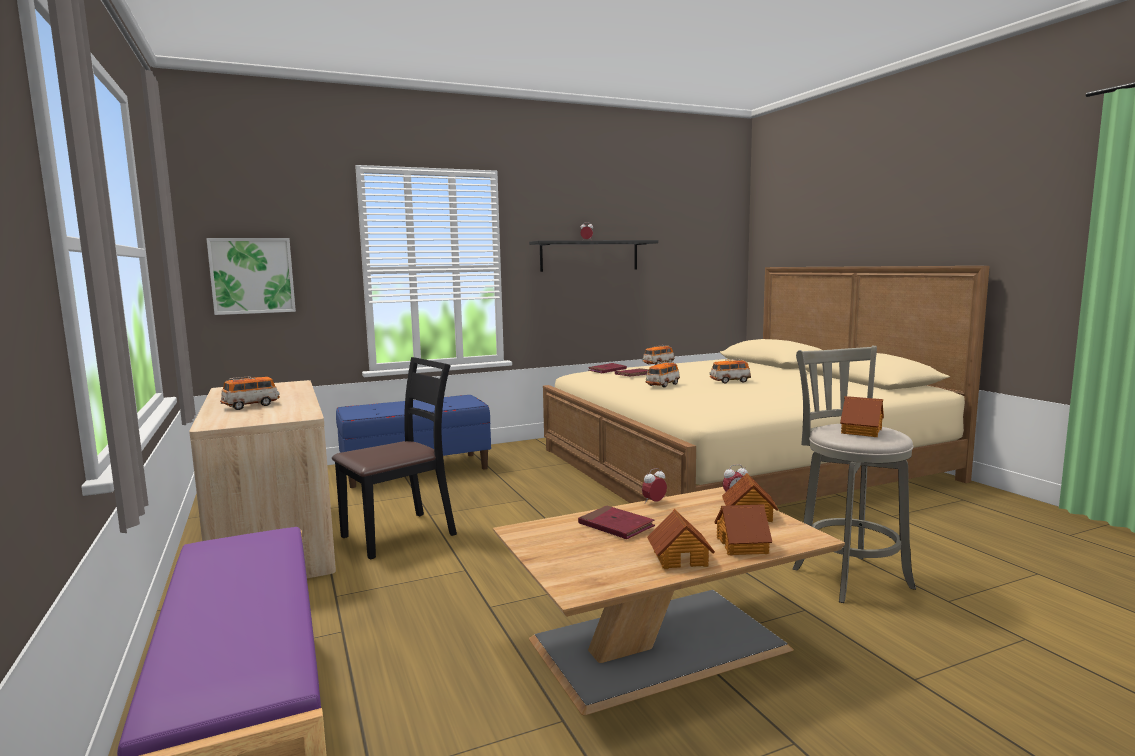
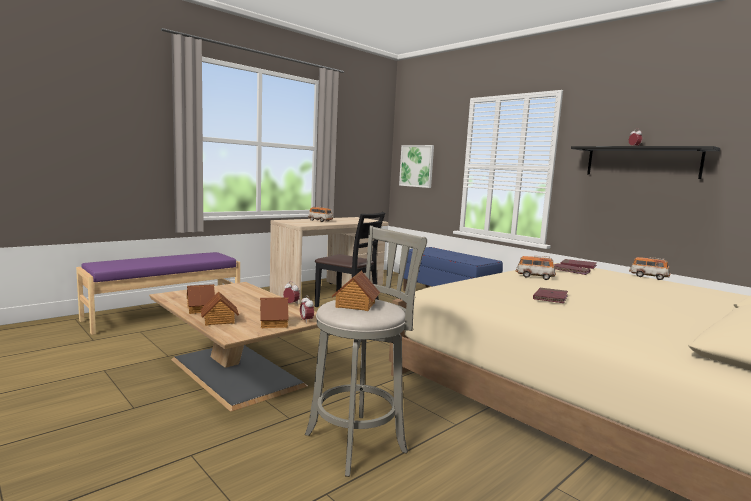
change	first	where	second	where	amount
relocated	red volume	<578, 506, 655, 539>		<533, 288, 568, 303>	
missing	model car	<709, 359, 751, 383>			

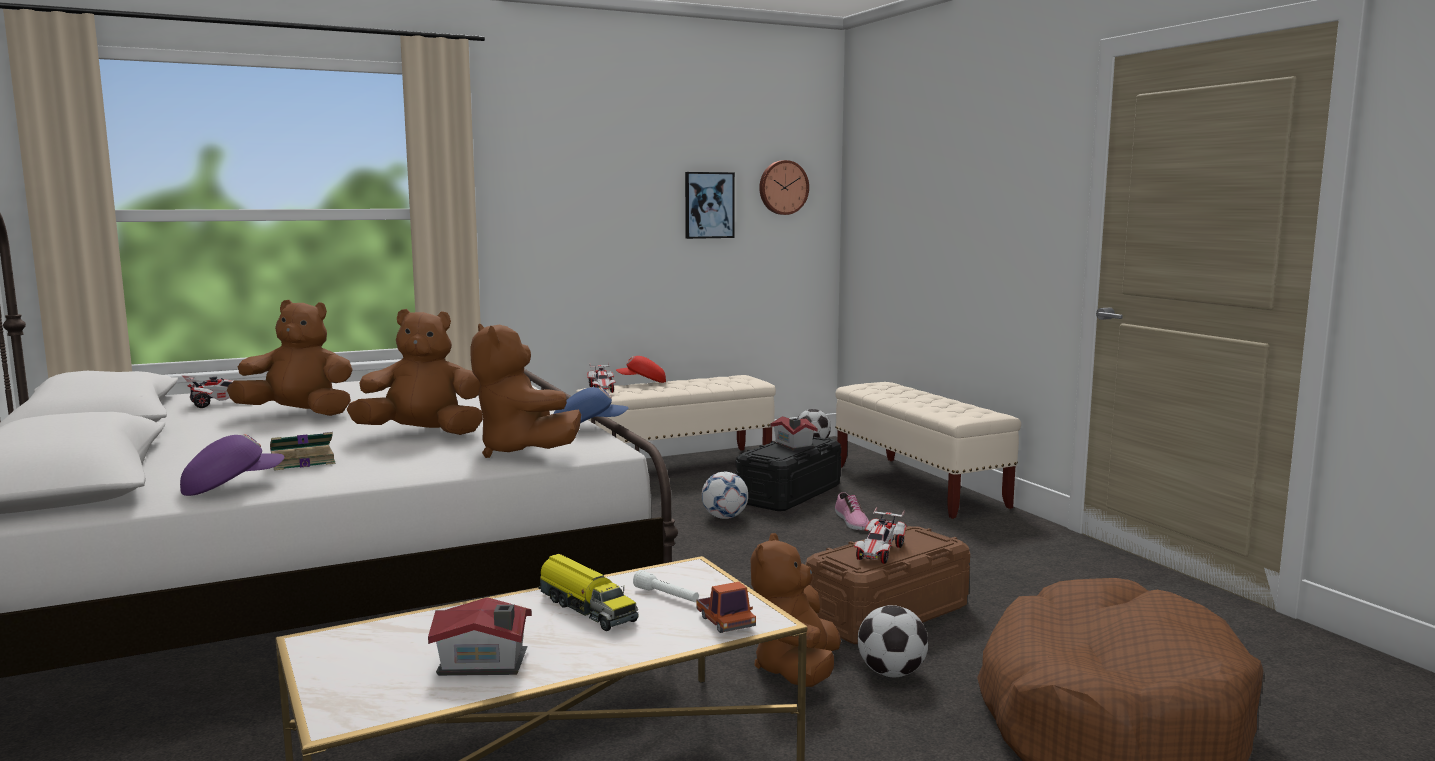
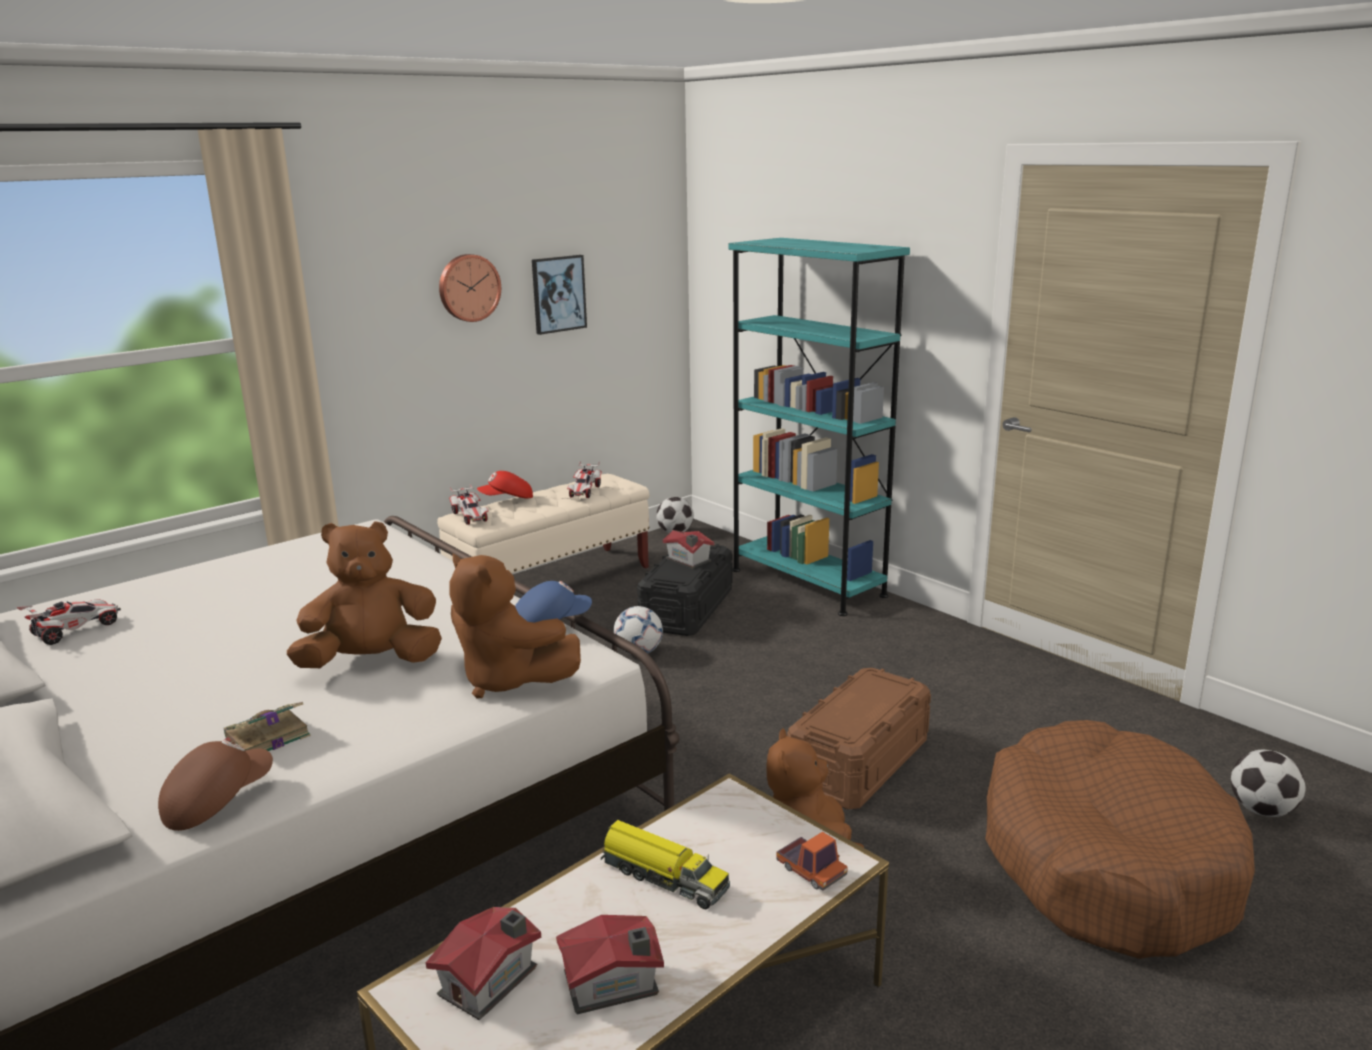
change	first	where	second	where	amount
colour	purple-coloured cap	<180, 434, 284, 496>	brownish cap	<158, 739, 273, 831>	
appeared			toy house	<426, 907, 541, 1021>	
relocated	wall clock	<759, 160, 809, 215>		<439, 254, 501, 322>	
relocated	model car	<854, 507, 907, 564>		<567, 461, 602, 498>	
exchanged	sand-coloured long seat	<835, 382, 1021, 519>	blue-green bookcase	<729, 238, 910, 616>	
relocated	football	<858, 605, 928, 677>		<1231, 750, 1306, 817>	
missing	brownish soft toy	<227, 300, 353, 416>			
missing	whitish torch	<633, 570, 699, 602>			
missing	item of footwear	<835, 492, 869, 530>			

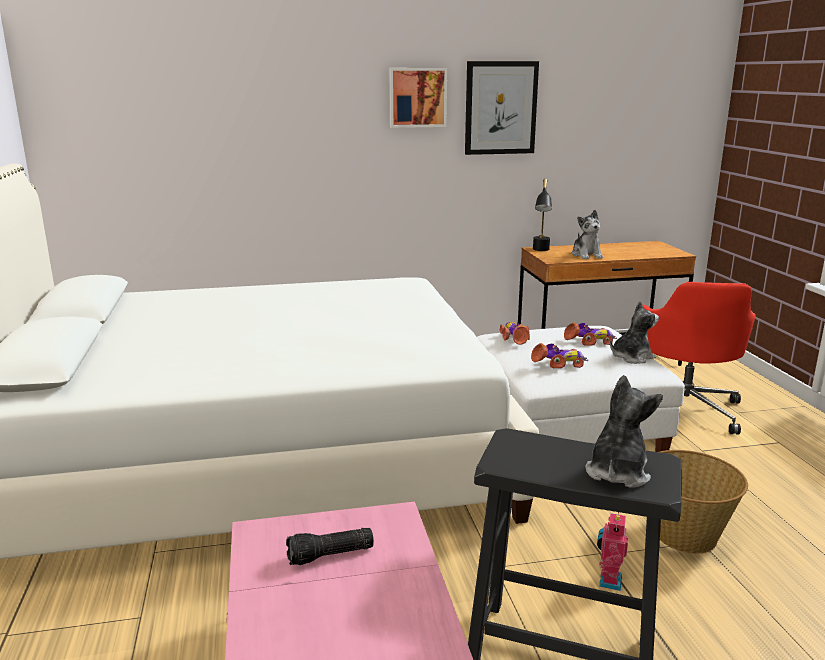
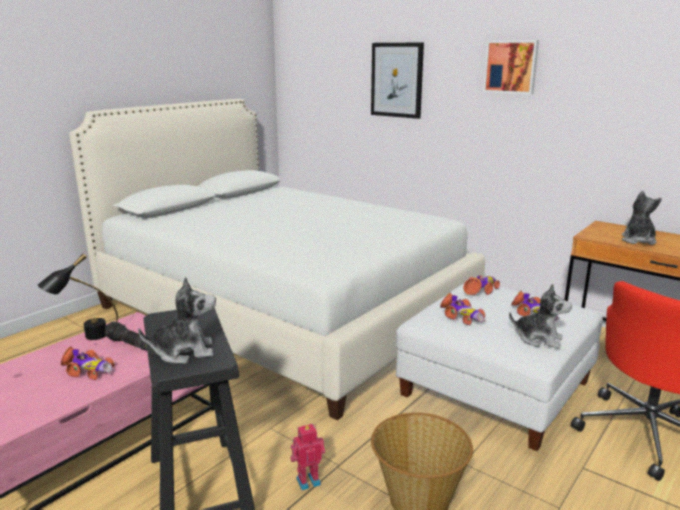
change	first	where	second	where	amount
relocated	blackish tabletop lamp	<533, 179, 552, 251>		<37, 254, 118, 340>	
appeared			model car	<61, 347, 115, 380>	
relocated	wall picture	<465, 61, 539, 155>		<371, 42, 424, 119>	
spun	soft toy	<572, 210, 603, 259>		<622, 190, 662, 245>	150 degrees clockwise

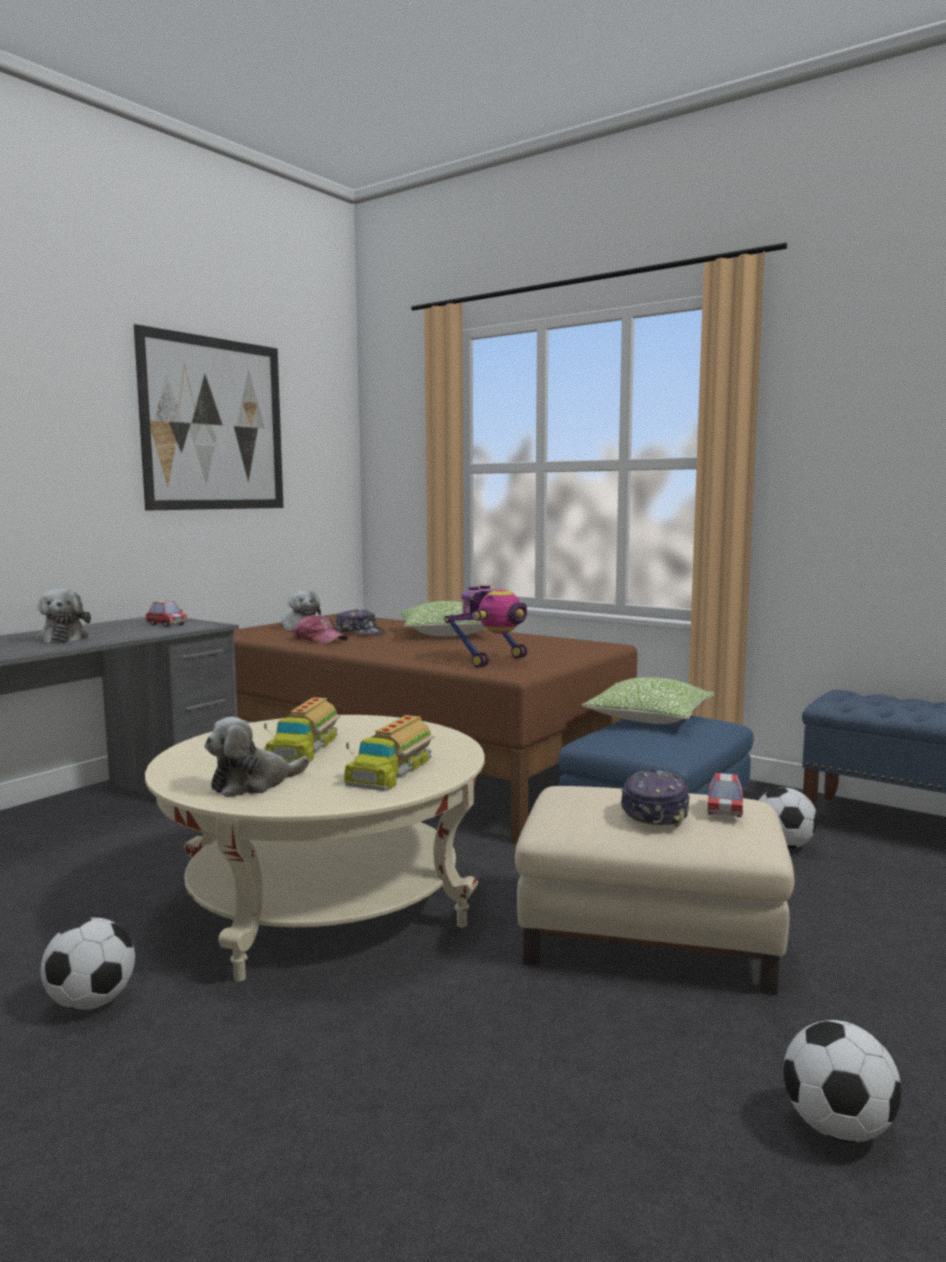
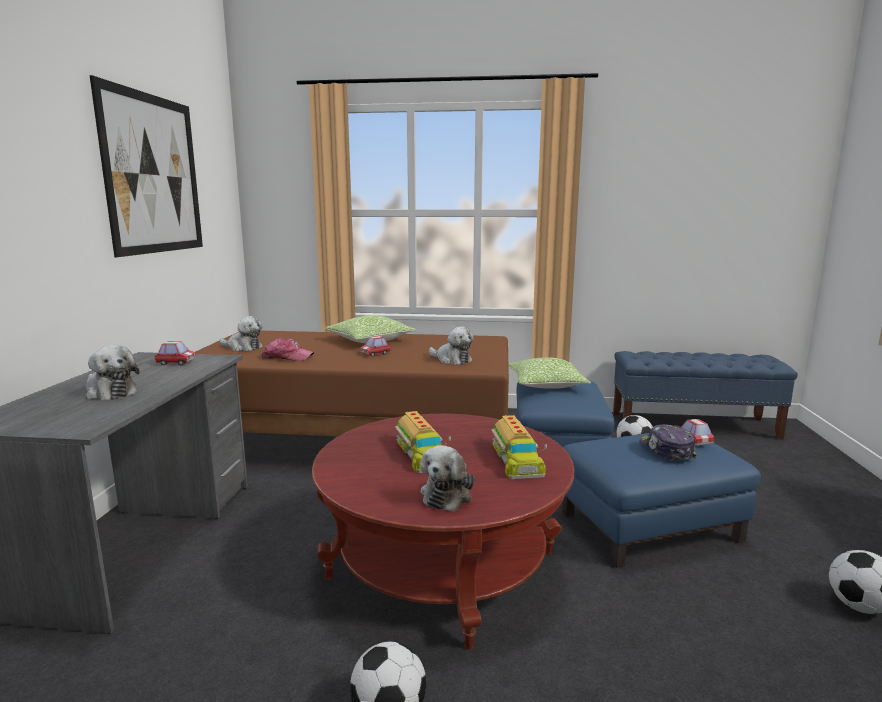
change	first	where	second	where	amount
colour	sand-coloured low table	<145, 715, 485, 982>	red low table	<312, 414, 575, 650>	
appeared			model car	<360, 336, 391, 357>	
exchanged	robot figure	<444, 585, 527, 668>	soft toy	<429, 326, 474, 365>	
colour	sand-coloured footrest	<515, 786, 794, 995>	bluish footrest	<562, 433, 761, 568>	
missing	cap	<335, 609, 386, 635>			

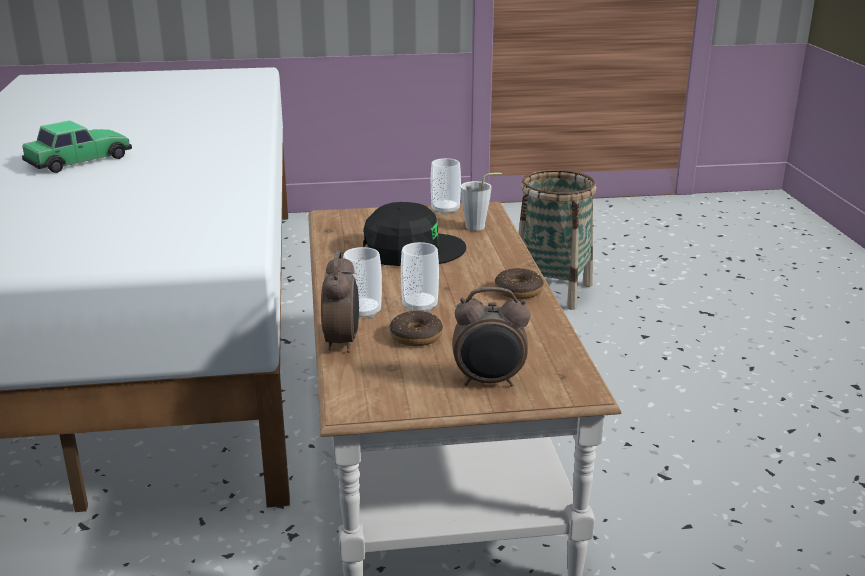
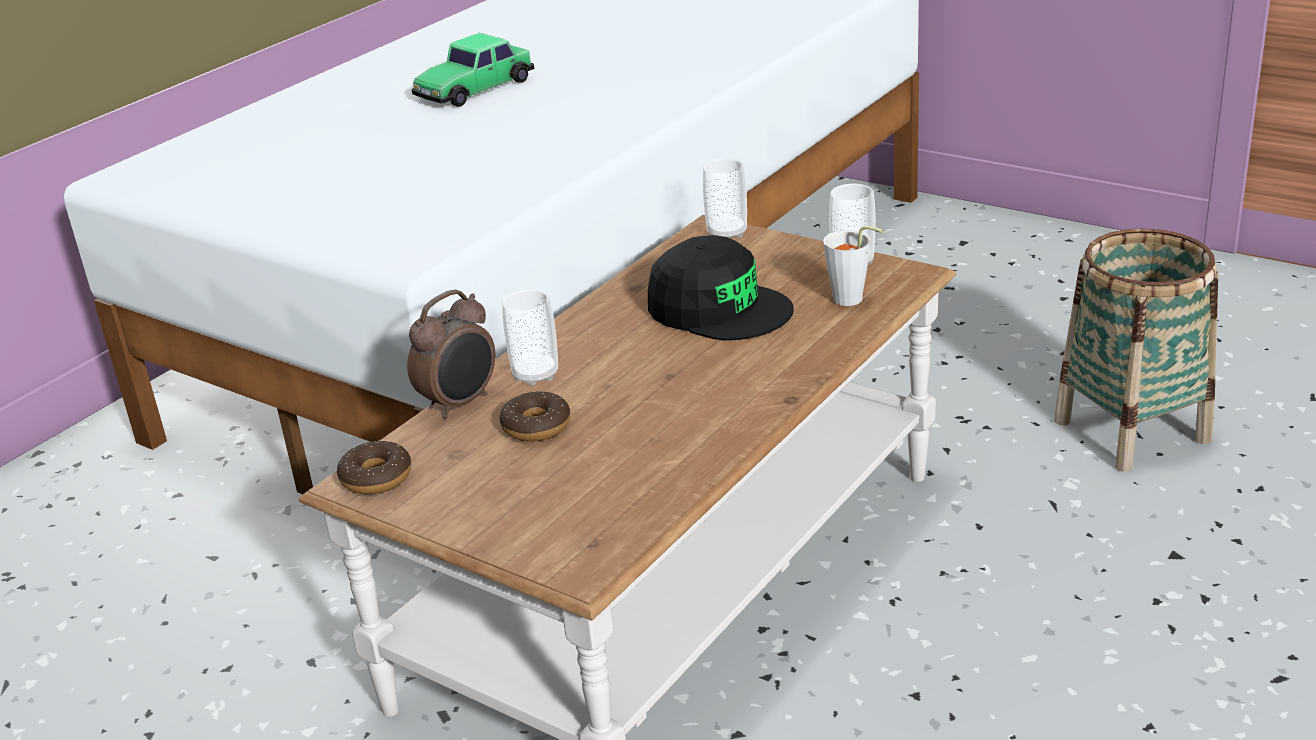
change	first	where	second	where	amount
relocated	donut	<495, 268, 544, 299>		<337, 440, 411, 494>	
spun	model car	<22, 121, 132, 173>		<411, 33, 534, 107>	135 degrees clockwise
relocated	drinking cup	<401, 242, 439, 313>		<703, 158, 747, 238>	
missing	bedside clock	<452, 287, 531, 387>			

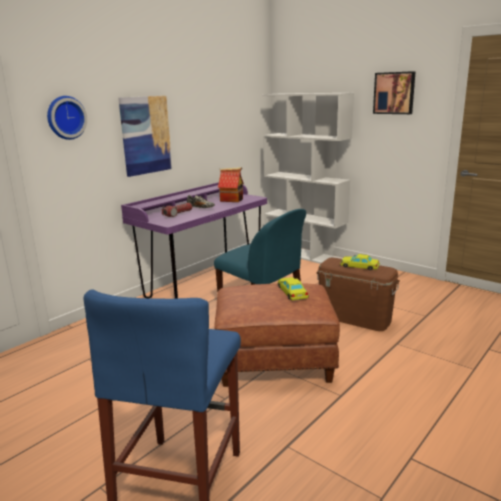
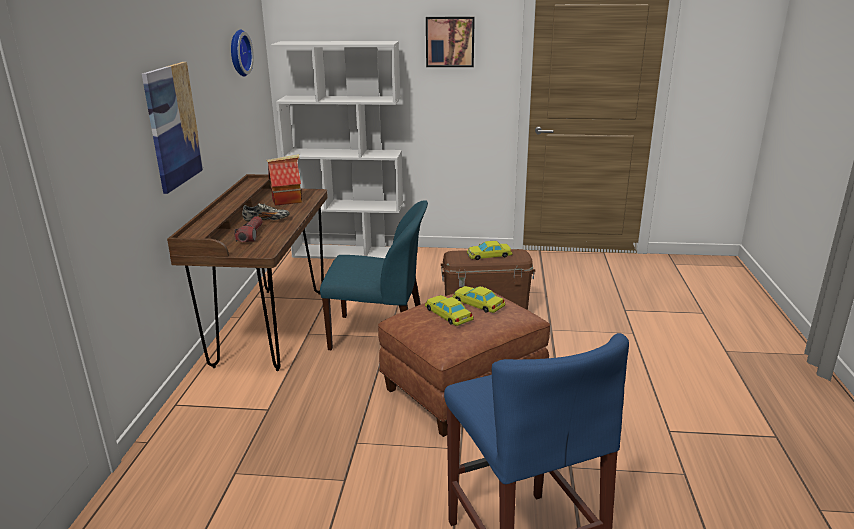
change	first	where	second	where	amount
colour	purple-coloured desk unit	<121, 182, 267, 299>	brownish desk unit	<167, 174, 328, 371>	
relocated	wall clock	<47, 96, 87, 140>		<231, 30, 254, 77>	
appeared			yellowish model car	<425, 295, 474, 326>	

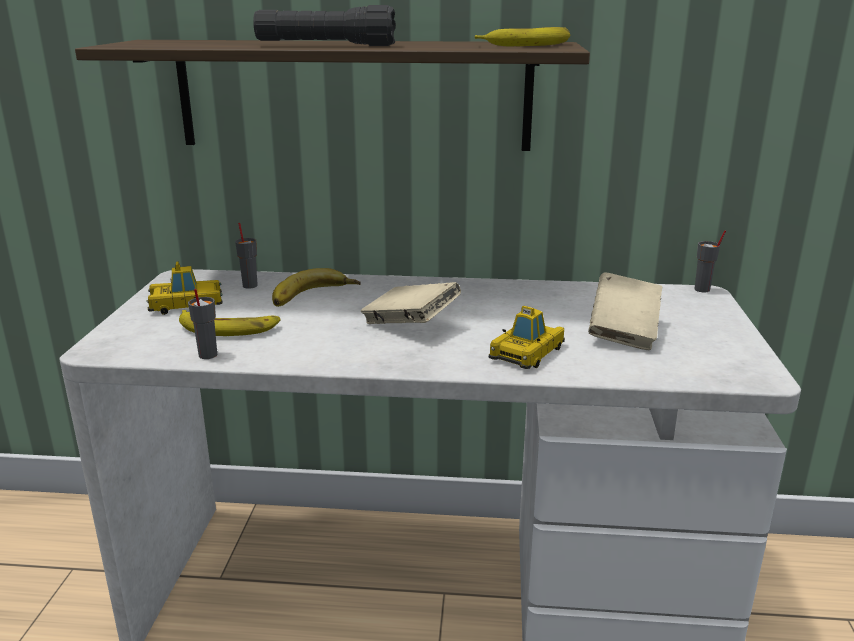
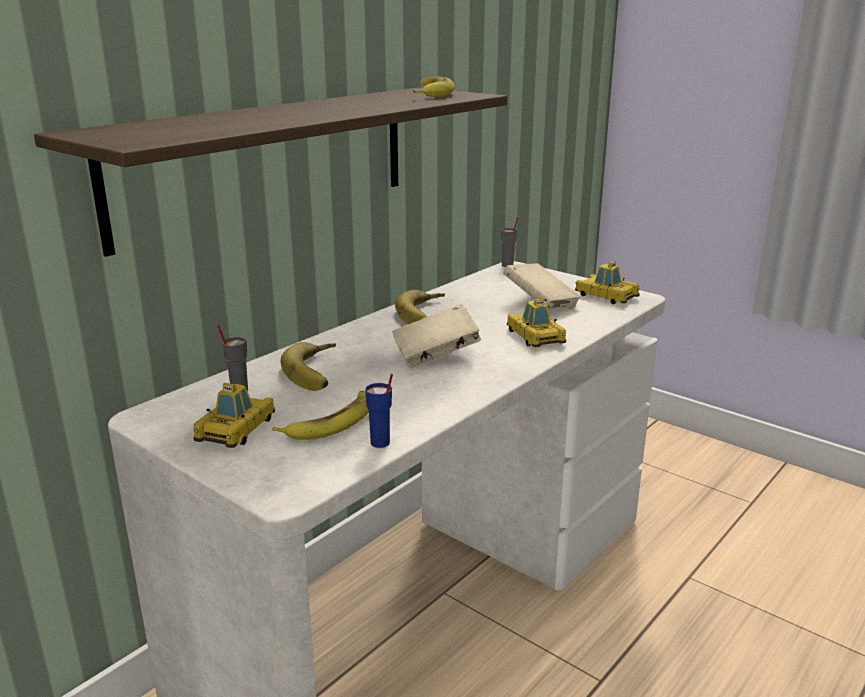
change	first	where	second	where	amount
colour	greyish drinking cup	<188, 289, 217, 359>	bluish drinking cup	<365, 374, 393, 448>	
appeared			banana	<395, 290, 445, 324>	
appeared			model car	<575, 261, 640, 304>	
missing	blackish torch	<253, 5, 396, 46>			

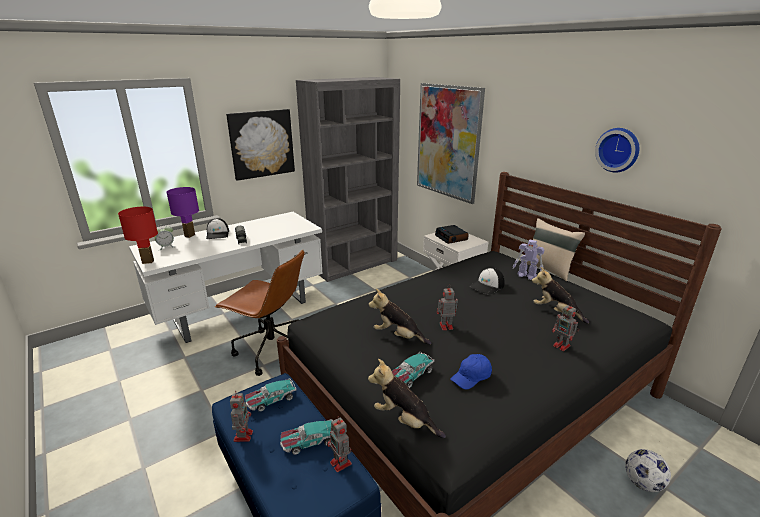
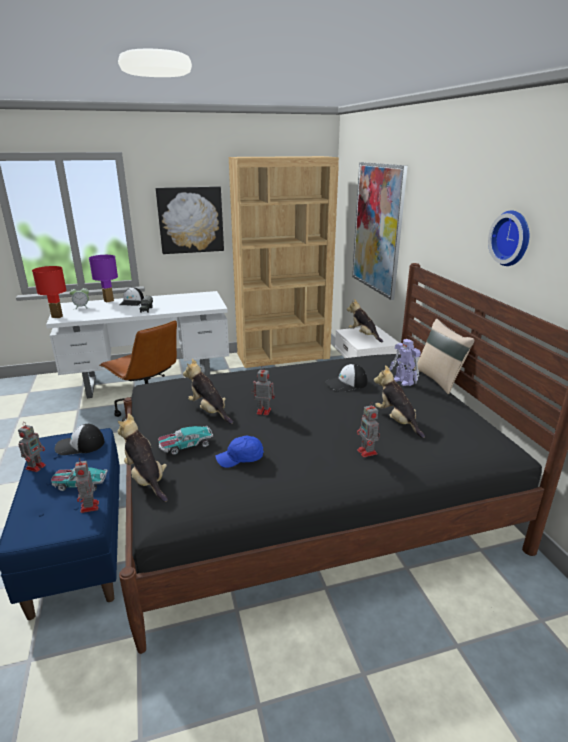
change	first	where	second	where	amount
exchanged	model car	<245, 378, 297, 412>	cap	<55, 424, 104, 455>	
colour	greyish bookcase	<296, 77, 400, 282>	brownish bookcase	<229, 156, 339, 368>	
exchanged	bedside clock	<435, 225, 469, 244>	soft toy	<347, 299, 383, 343>	
missing	football	<625, 449, 671, 492>			

